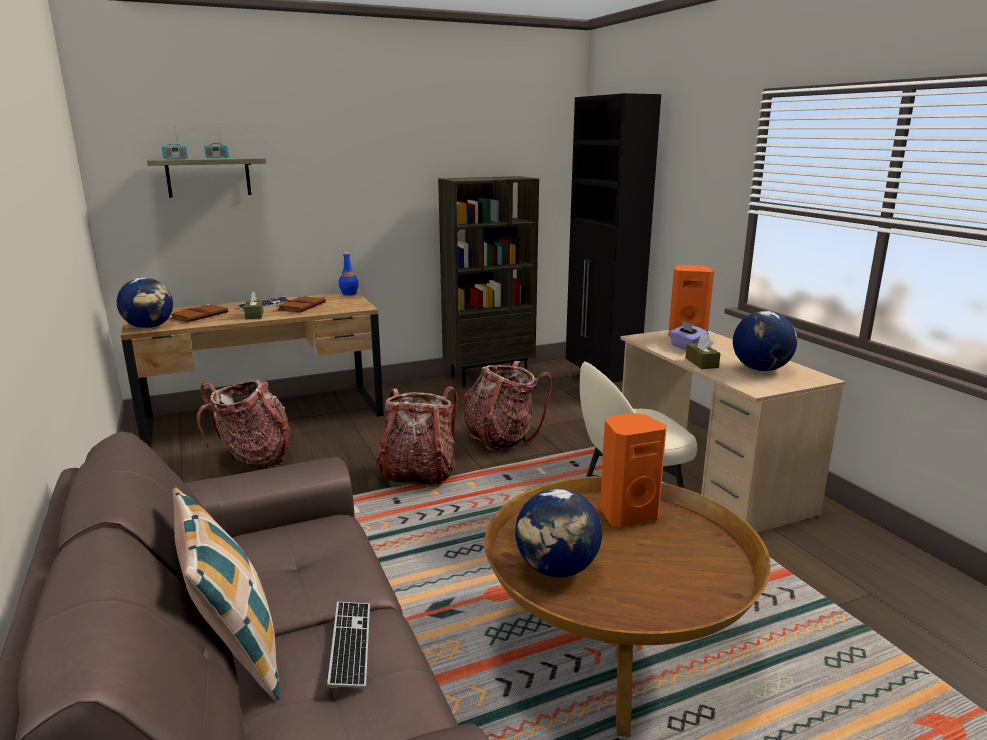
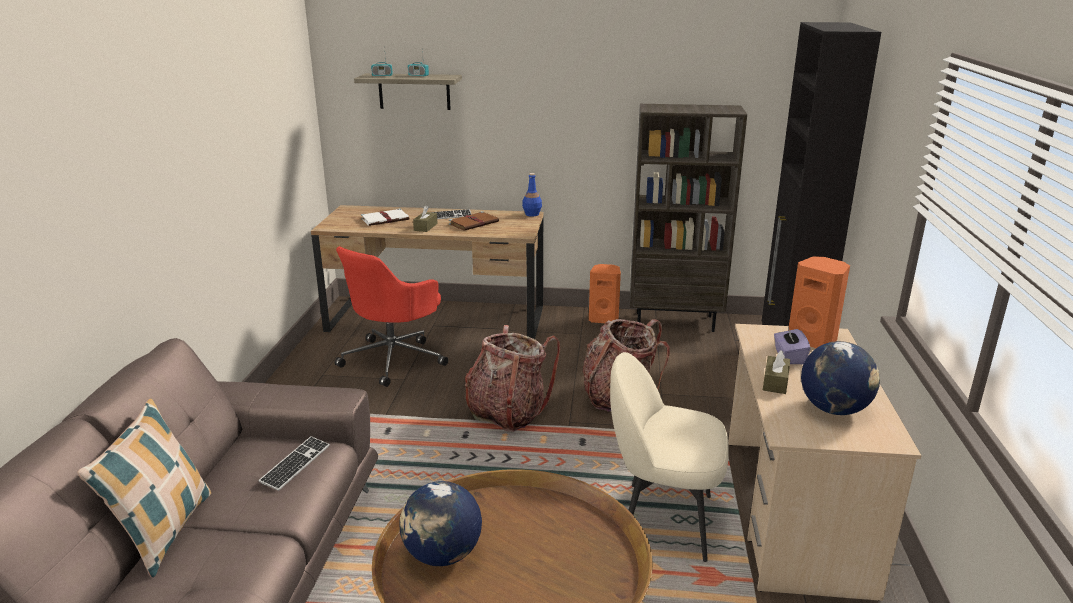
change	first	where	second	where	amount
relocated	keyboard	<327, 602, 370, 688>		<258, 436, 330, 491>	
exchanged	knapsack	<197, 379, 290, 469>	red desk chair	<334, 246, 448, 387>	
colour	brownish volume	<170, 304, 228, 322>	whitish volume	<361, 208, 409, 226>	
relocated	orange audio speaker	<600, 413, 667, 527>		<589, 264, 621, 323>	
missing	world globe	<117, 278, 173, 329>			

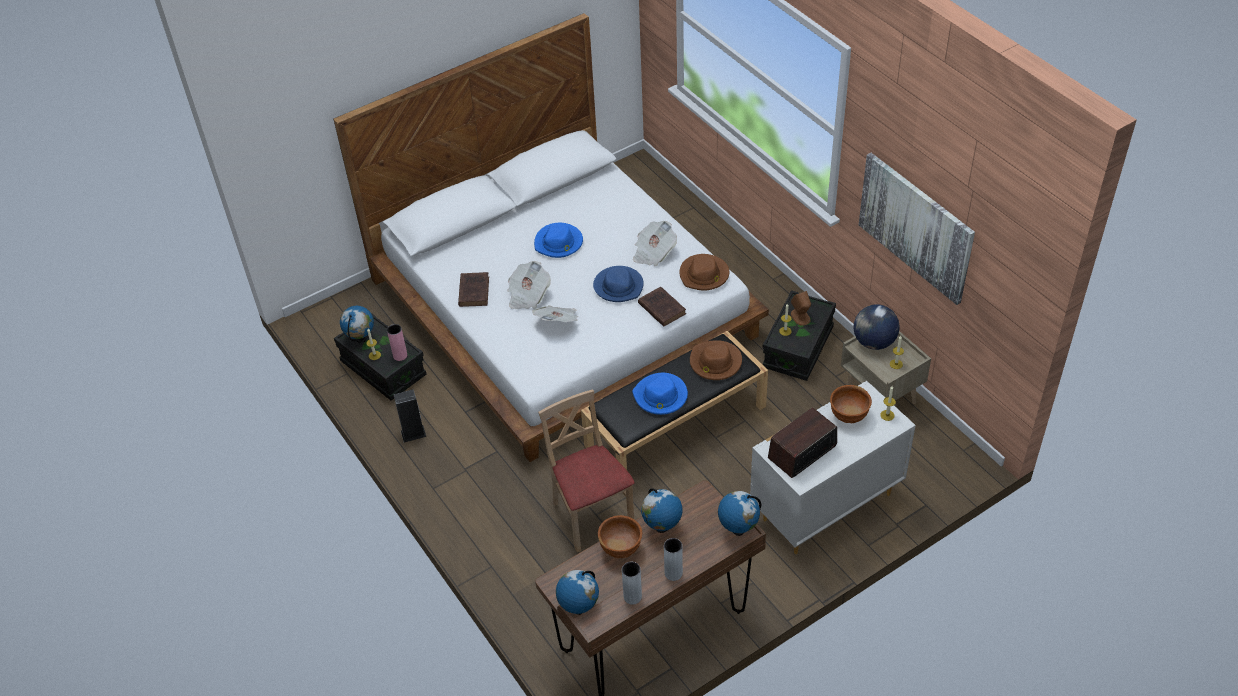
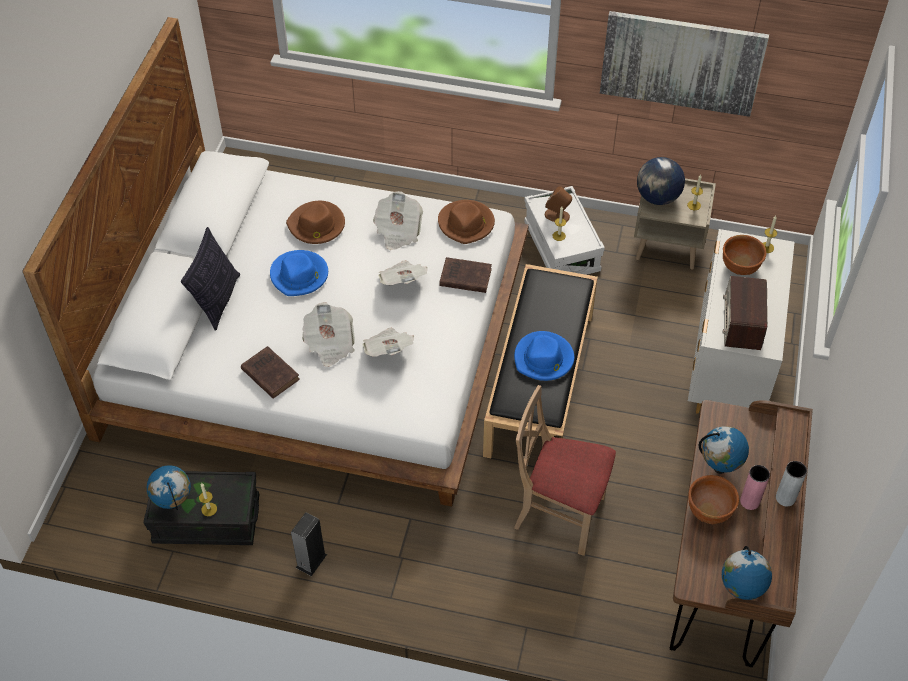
change	first	where	second	where	amount
appeared			pillow	<181, 227, 240, 331>	
relocated	brownish wearable hat	<690, 340, 742, 380>		<286, 201, 345, 244>	
exchanged	bluish wearable hat	<593, 266, 644, 302>	printed paper	<378, 260, 428, 285>	
colour	blackish storage bin	<763, 290, 836, 381>	whitish storage bin	<524, 186, 605, 275>	
relocated	pinkish decorative vase	<387, 324, 407, 361>		<740, 465, 770, 510>	
missing	greyish decorative vase	<622, 562, 642, 605>			
missing	world globe	<718, 491, 761, 536>			

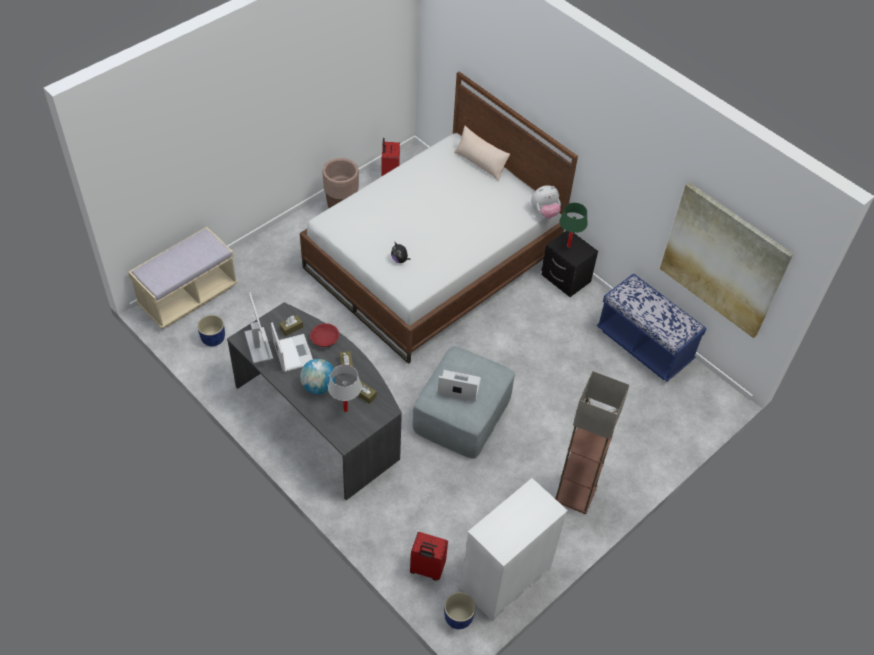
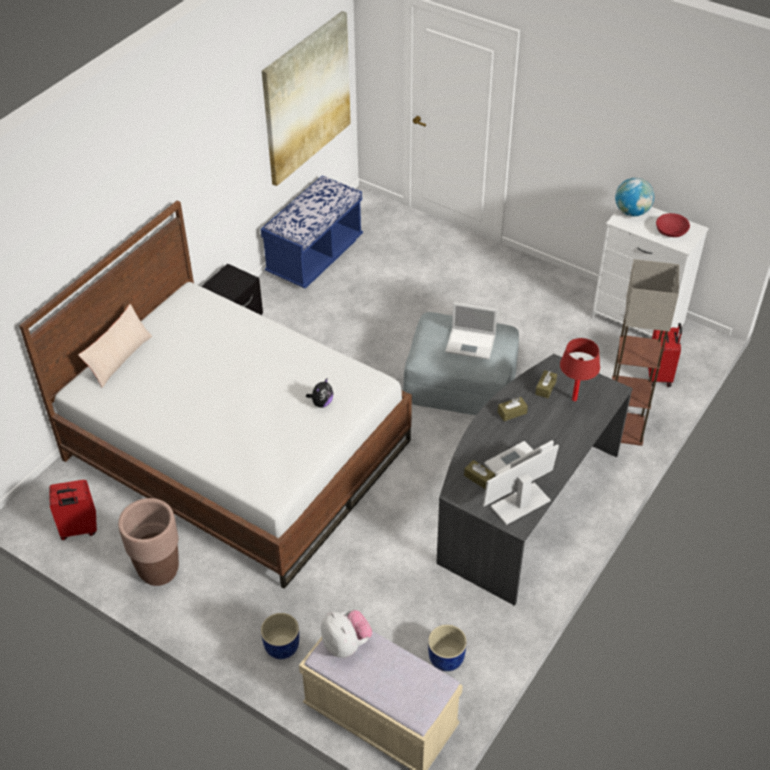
change	first	where	second	where	amount
relocated	bluish flower pot	<444, 592, 476, 629>		<261, 613, 299, 659>	
relocated	soft toy	<531, 185, 561, 218>		<321, 610, 372, 658>	
spun	portable computer	<437, 370, 481, 402>		<445, 303, 498, 359>	75 degrees counterclockwise
colour	whitish tabletop lamp	<328, 365, 362, 412>	red tabletop lamp	<560, 338, 600, 401>	
relocated	standing lamp	<555, 371, 630, 514>		<612, 259, 679, 446>	
relocated	world globe	<300, 359, 336, 394>		<615, 178, 654, 216>	
relocated	red serving bowl	<310, 323, 339, 347>		<656, 213, 690, 237>	
missing	green-coloured tabletop lamp	<559, 203, 588, 247>			

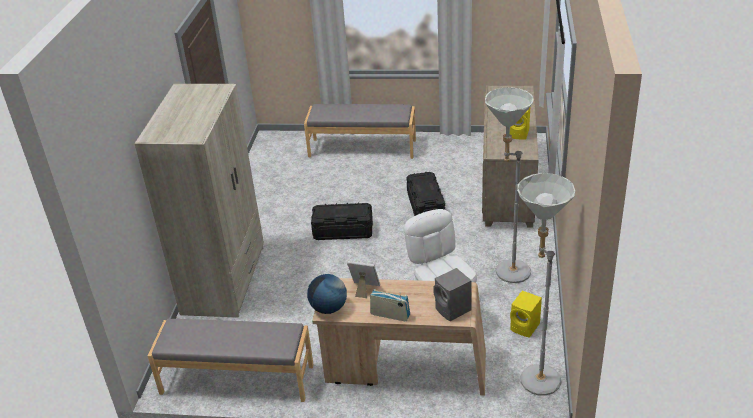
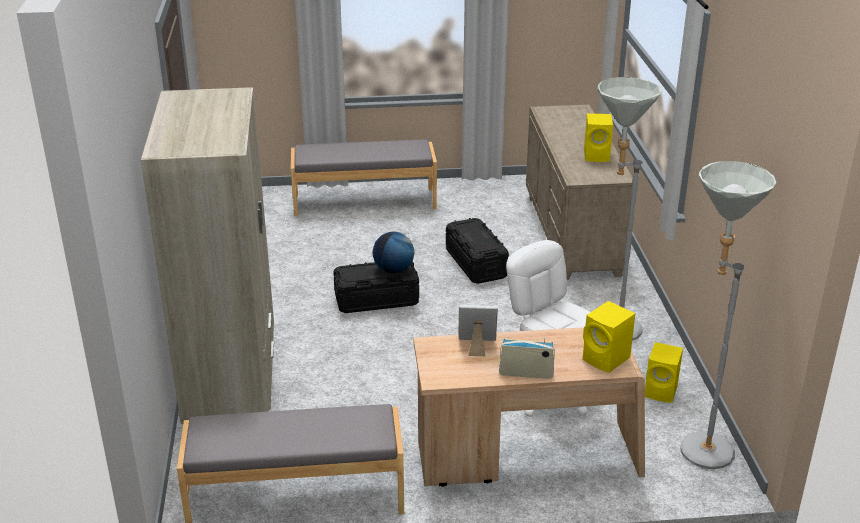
change	first	where	second	where	amount
relocated	world globe	<307, 274, 347, 314>		<373, 232, 414, 273>	
colour	greyish audio speaker	<433, 268, 472, 321>	yellowish audio speaker	<583, 301, 635, 373>	

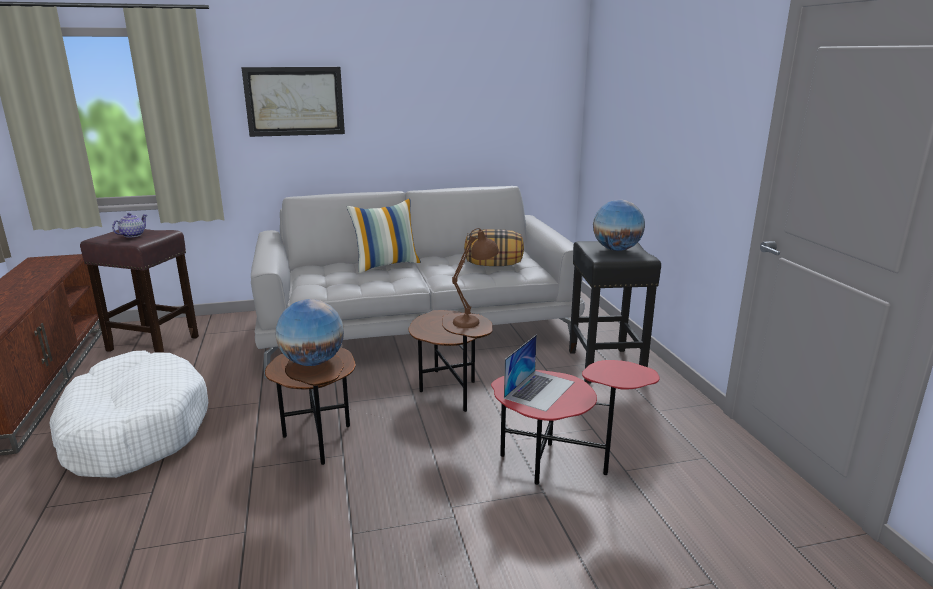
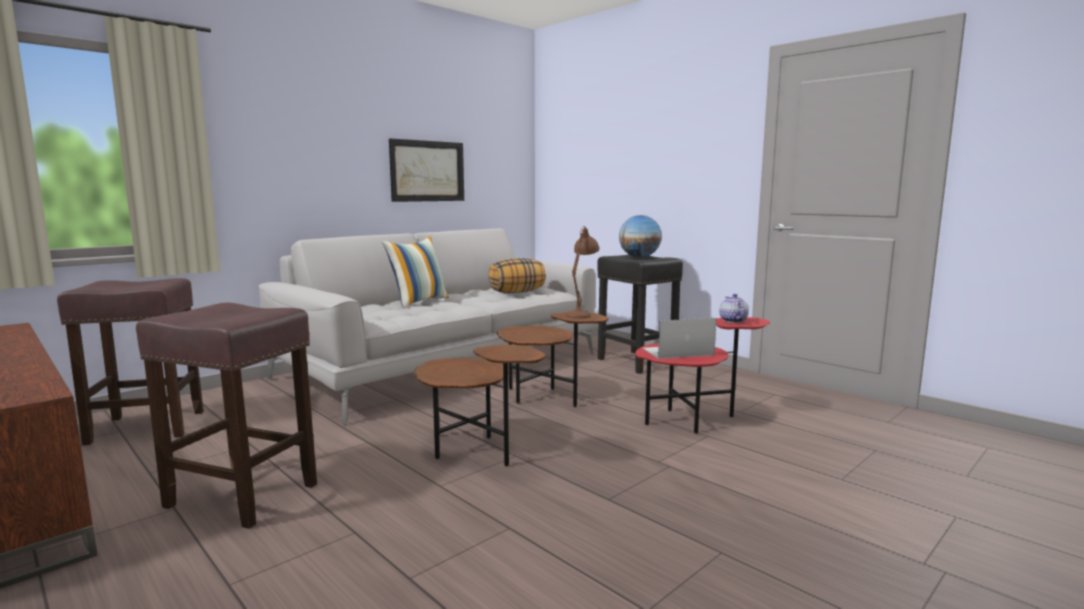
change	first	where	second	where	amount
exchanged	whitish pet bed	<50, 350, 208, 478>	brownish sitting stool	<136, 303, 317, 529>	
relocated	wall picture	<241, 67, 345, 137>		<389, 138, 464, 202>	
spun	portable computer	<504, 335, 574, 412>		<643, 318, 717, 359>	105 degrees counterclockwise
relocated	pot for tea	<112, 213, 147, 238>		<719, 294, 749, 323>	
missing	world globe	<276, 299, 344, 366>			

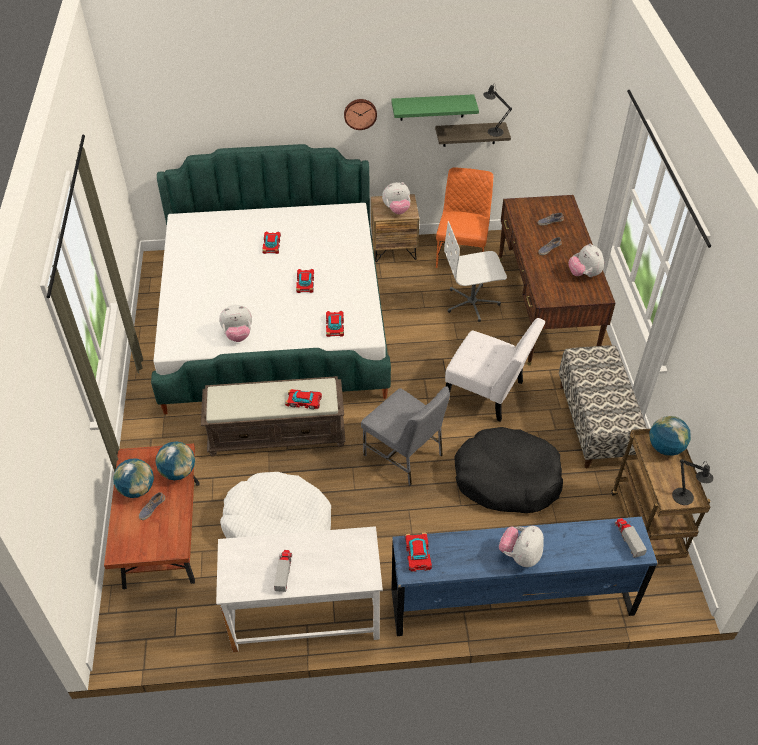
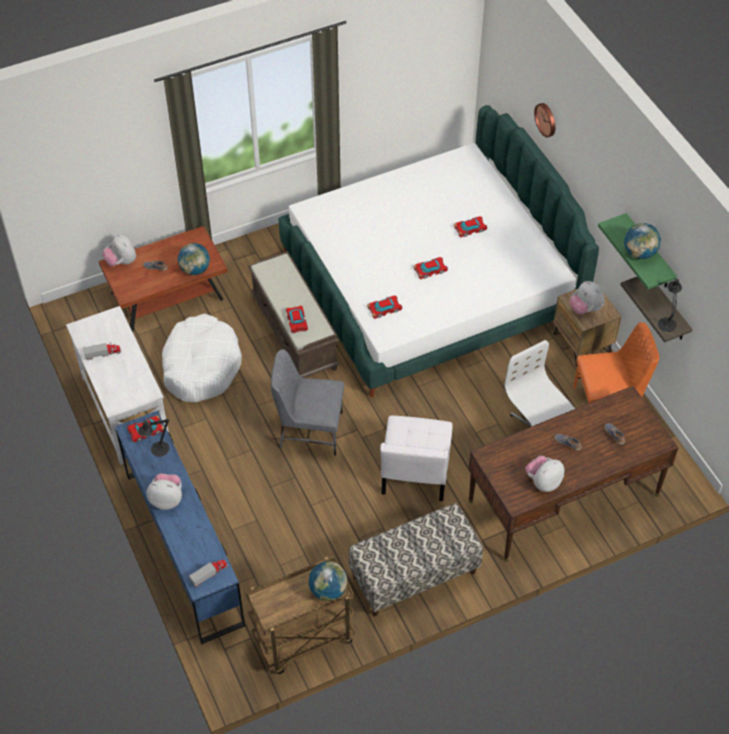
change	first	where	second	where	amount
relocated	soft toy	<219, 305, 252, 342>		<103, 234, 136, 267>	
relocated	blackish tabletop lamp	<672, 459, 714, 505>		<138, 418, 169, 457>	
spun	greyish upright chair	<361, 386, 450, 486>		<271, 349, 344, 455>	75 degrees clockwise
relocated	wall clock	<344, 99, 377, 130>		<534, 103, 555, 138>	
relocated	world globe	<113, 458, 154, 498>		<624, 223, 661, 259>	
missing	blackish pet bed	<454, 427, 563, 513>			

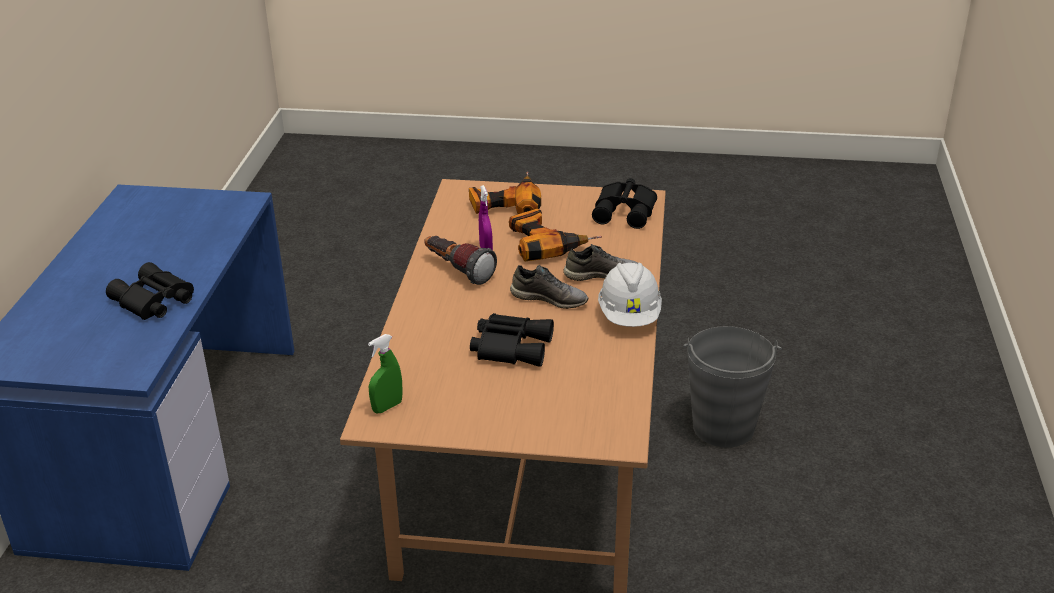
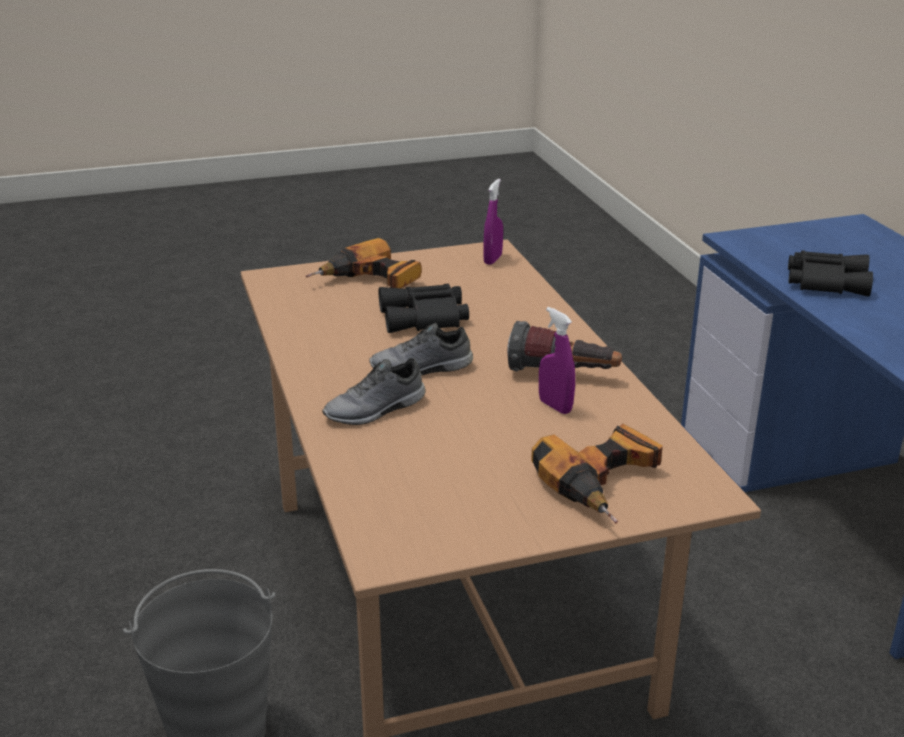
change	first	where	second	where	amount
relocated	drill	<509, 209, 602, 261>		<305, 238, 422, 288>	
colour	green-coloured sprayer	<368, 334, 403, 414>	purple-coloured sprayer	<483, 179, 503, 265>	
missing	blackish binoculars	<592, 178, 657, 229>			
missing	whitish work helmet	<598, 263, 662, 327>			

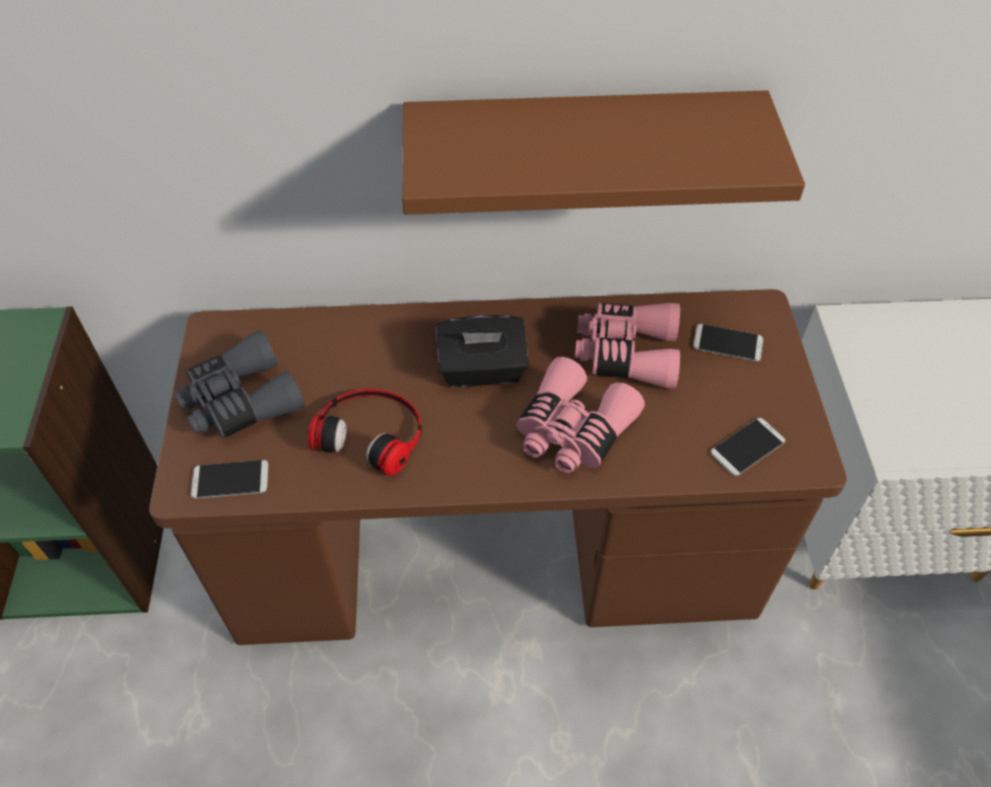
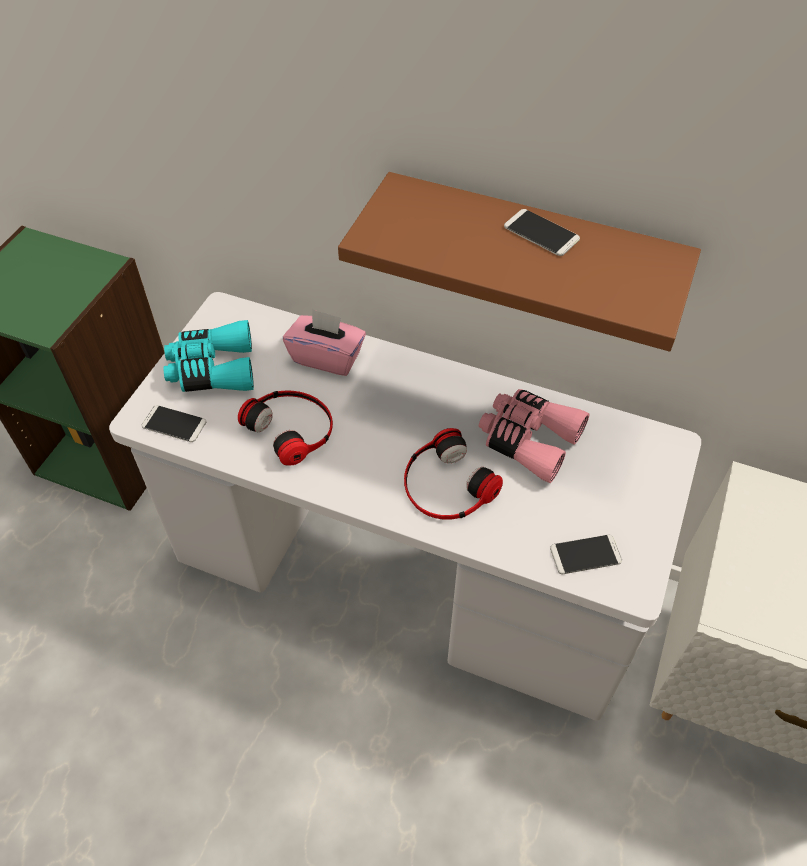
change	first	where	second	where	amount
colour	brownish desk unit	<149, 289, 847, 645>	whitish desk unit	<109, 292, 701, 721>	
colour	greyish binoculars	<174, 330, 305, 439>	blue-green binoculars	<163, 320, 254, 392>	
appeared			pinkish tissue box	<283, 309, 366, 376>	
exchanged	pinkish binoculars	<516, 357, 645, 474>	headset	<404, 428, 503, 520>	
relocated	phone	<693, 324, 763, 361>		<504, 209, 580, 256>	
missing	blackish tissue box	<436, 315, 529, 387>			

